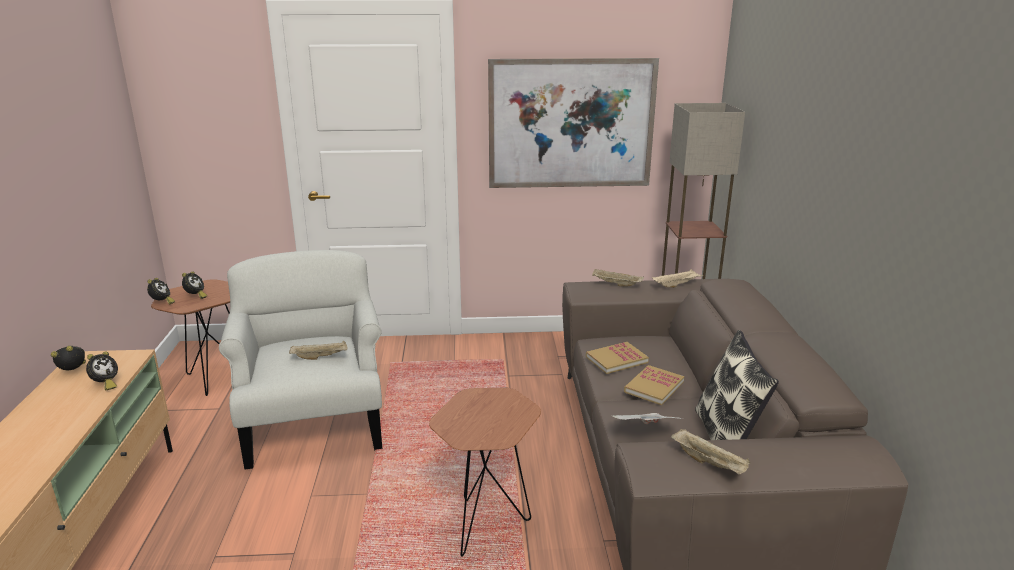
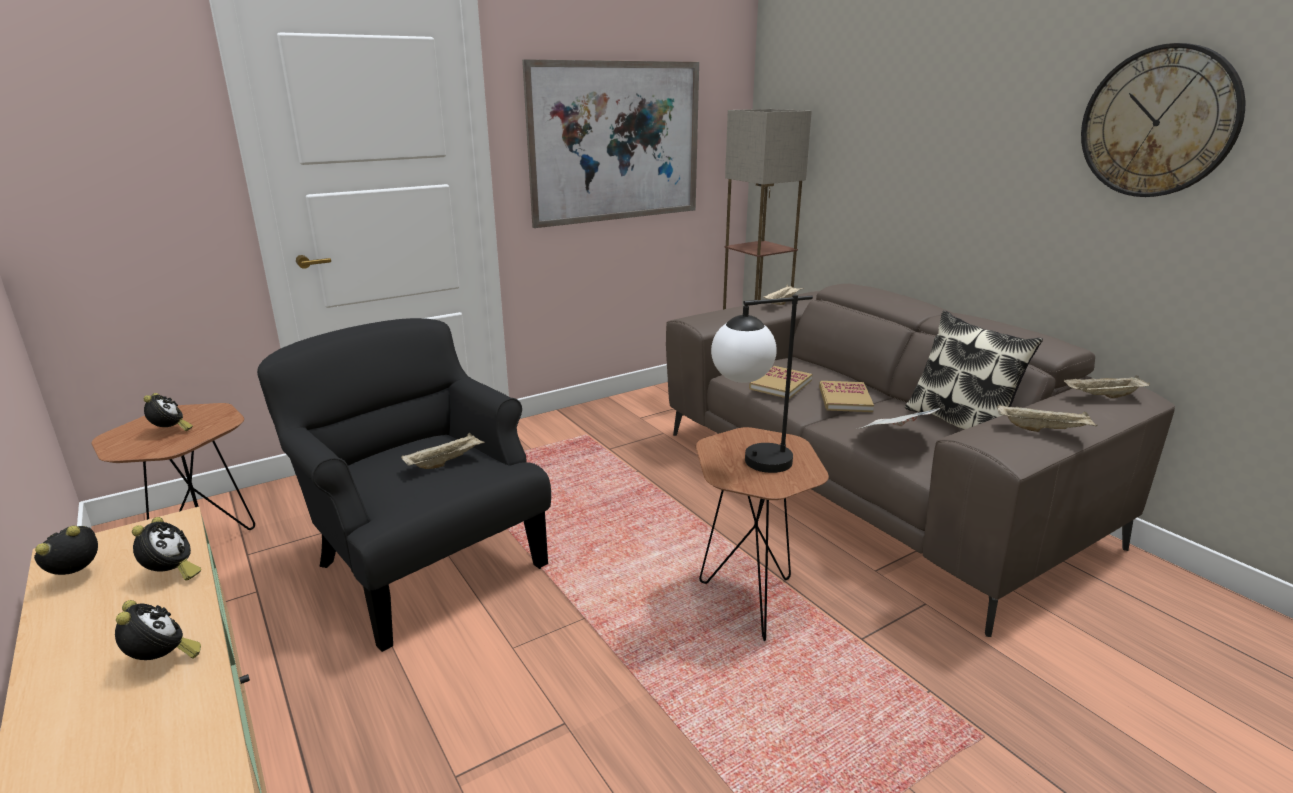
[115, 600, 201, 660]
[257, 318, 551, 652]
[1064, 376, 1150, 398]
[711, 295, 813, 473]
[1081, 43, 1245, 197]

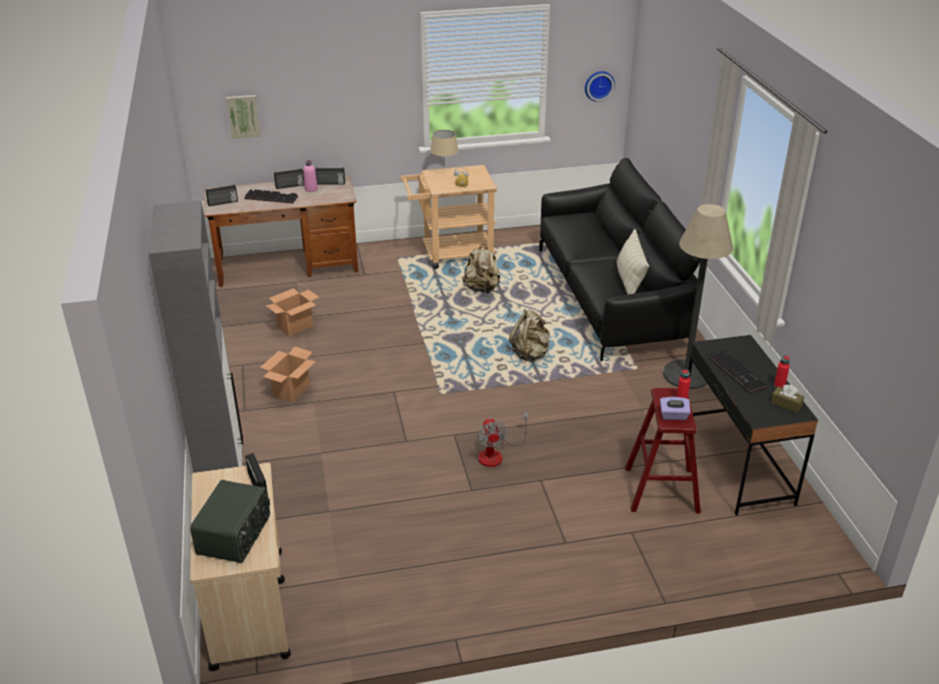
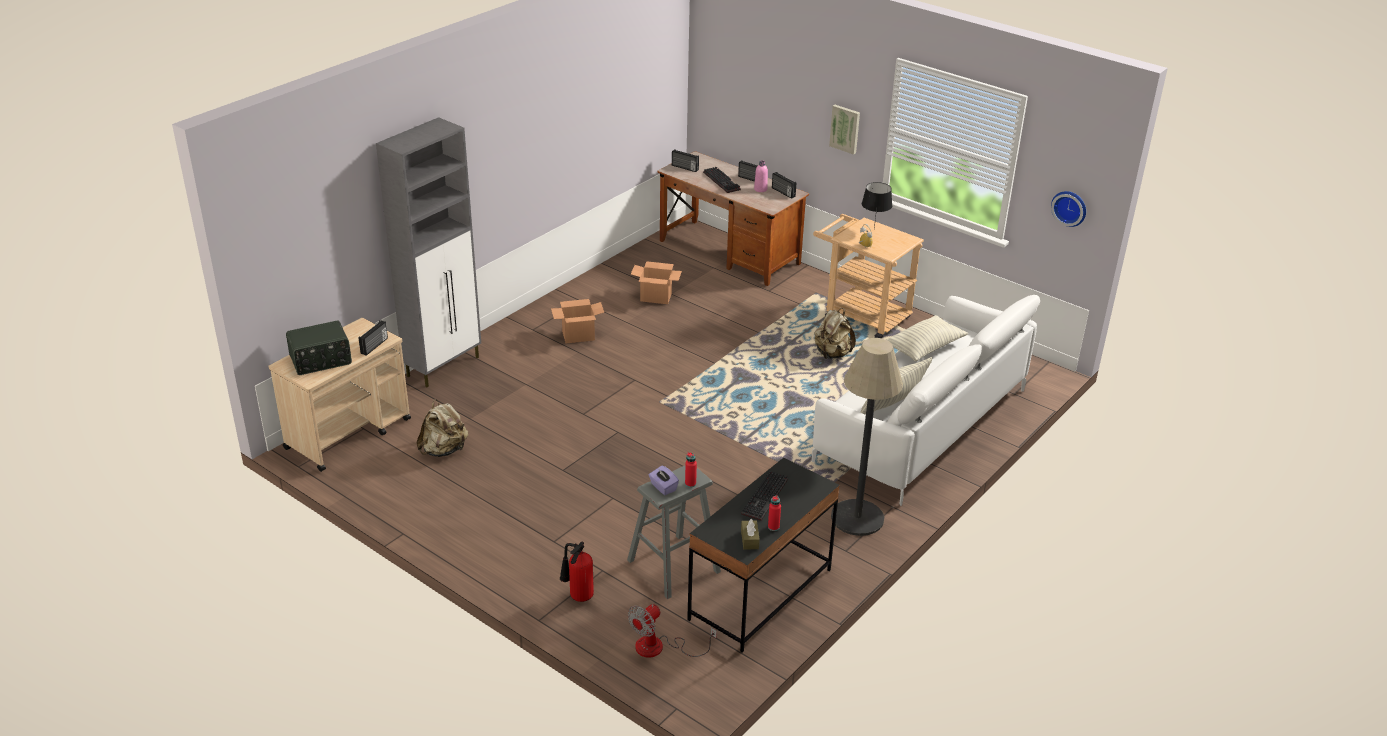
[829, 105, 860, 155]
[862, 182, 892, 229]
[628, 604, 717, 658]
[416, 399, 468, 457]
[812, 295, 1040, 506]
[627, 466, 721, 599]
[560, 542, 594, 602]
[886, 315, 968, 361]

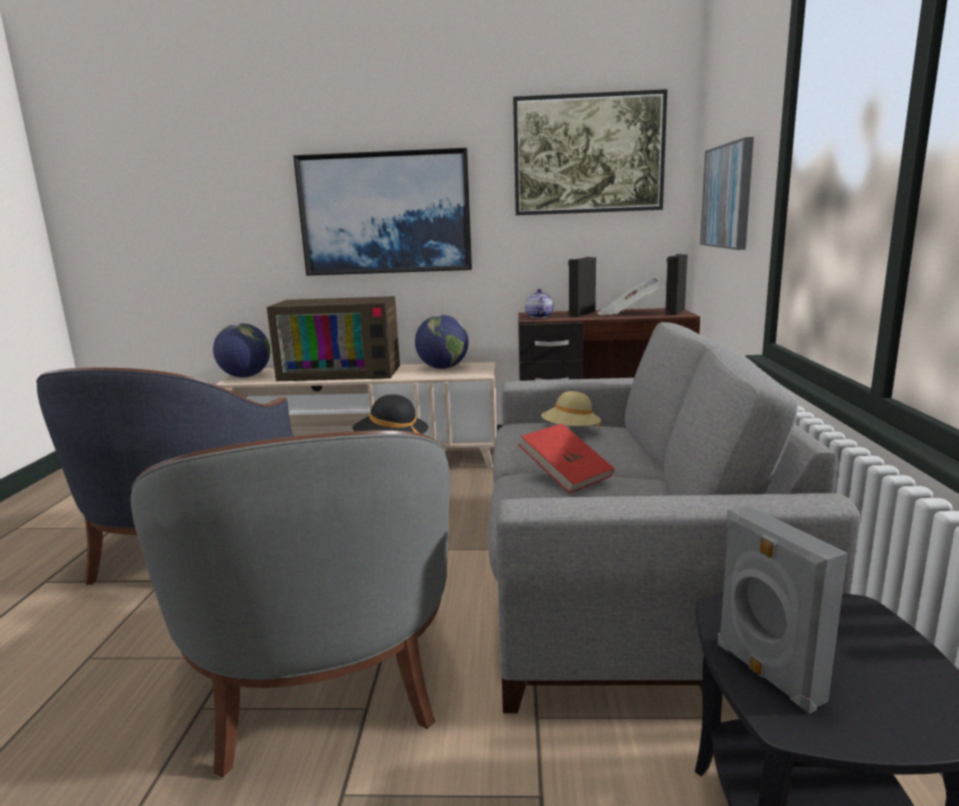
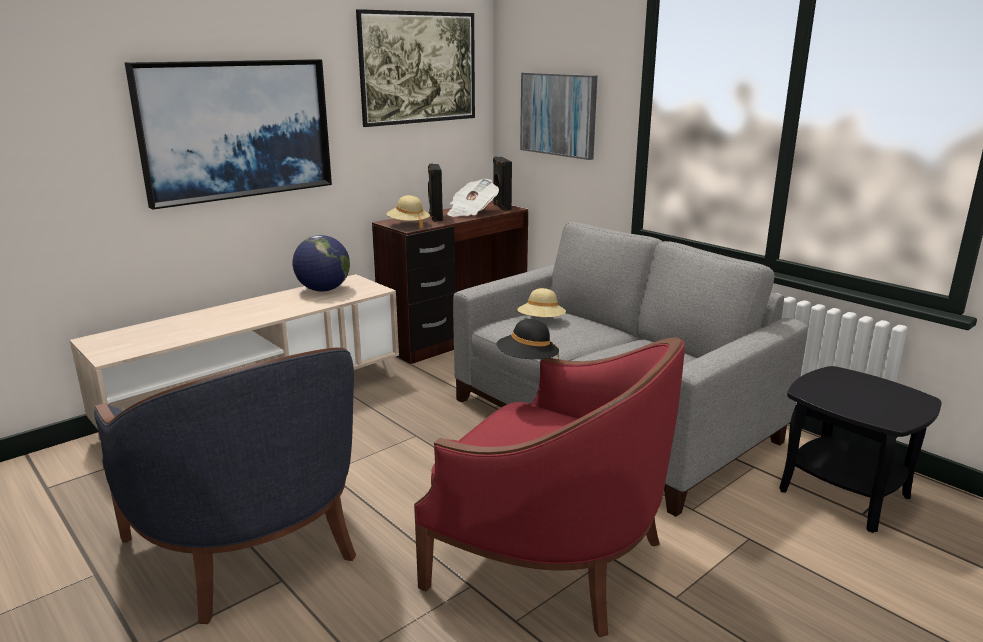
[414, 337, 685, 637]
[213, 323, 270, 377] (first image)
[267, 296, 400, 381] (first image)
[518, 423, 614, 494] (first image)
[387, 195, 430, 229]
[718, 506, 848, 714] (first image)

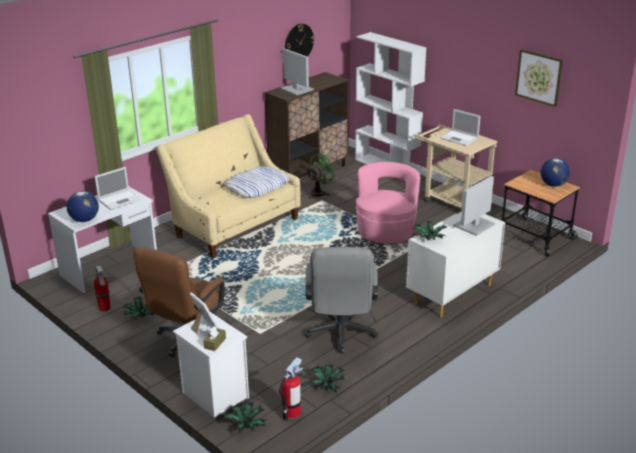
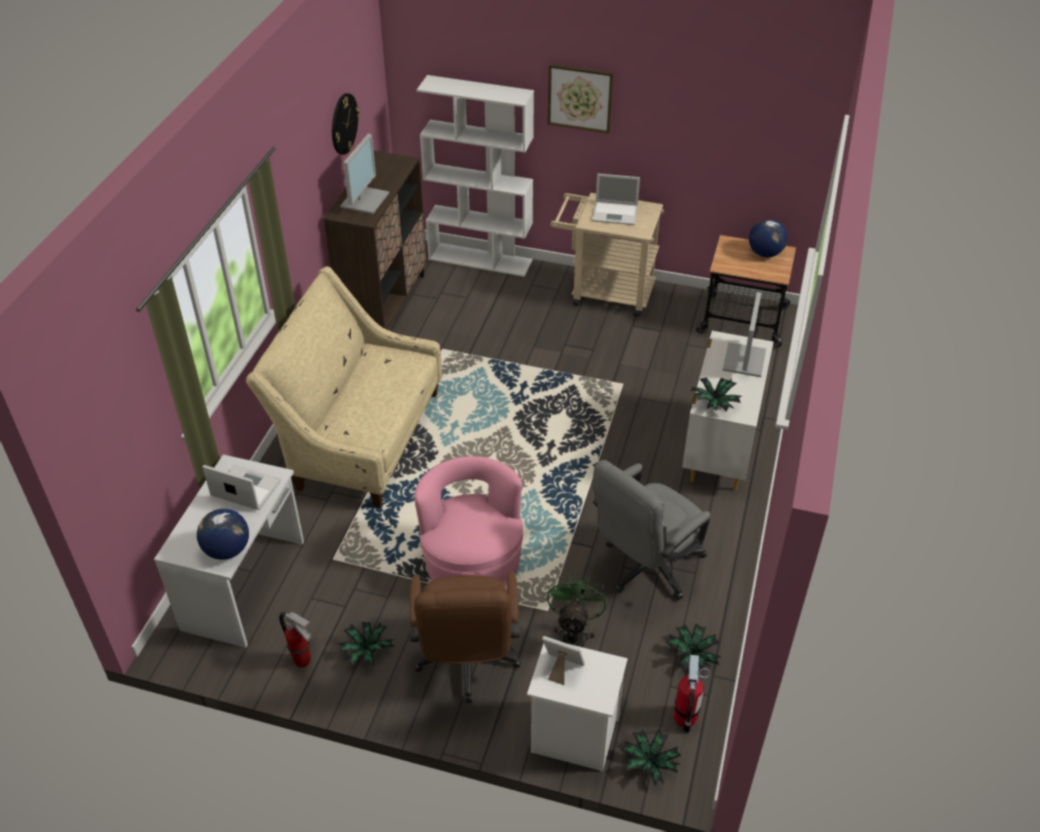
[203, 465, 281, 510]
[203, 326, 226, 351] (first image)
[225, 167, 289, 198] (first image)
[341, 134, 389, 214]
[593, 460, 710, 600]
[547, 573, 607, 647]
[414, 456, 523, 587]
[548, 64, 613, 134]

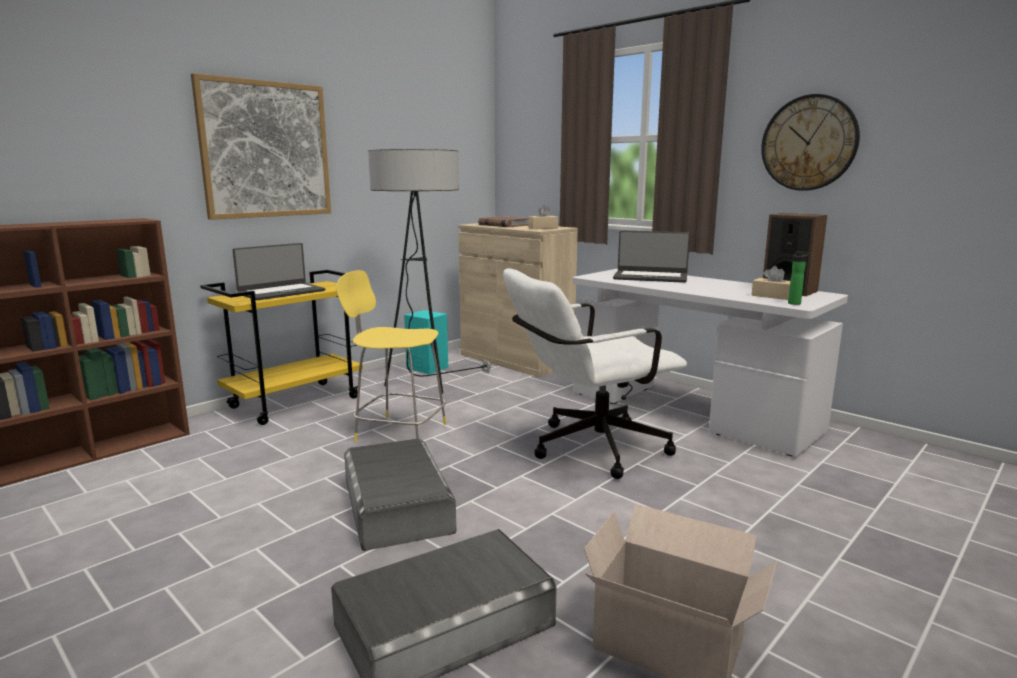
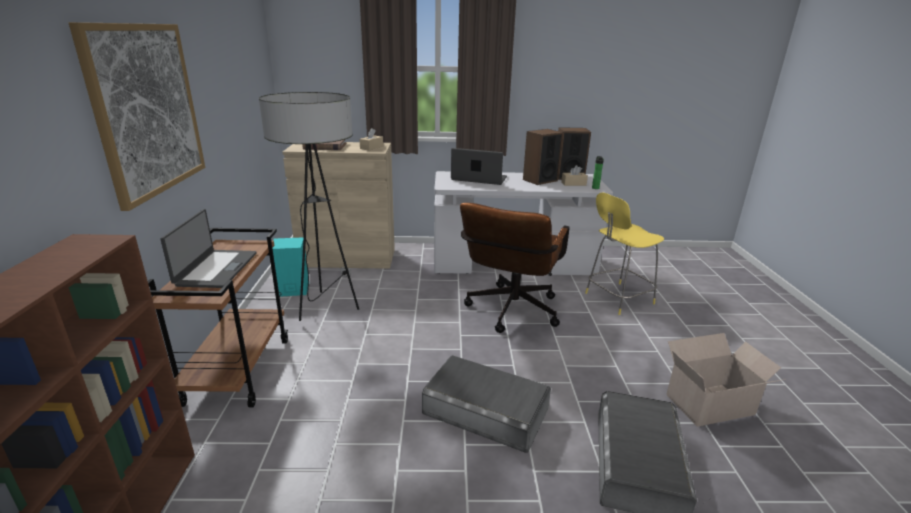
[148, 228, 288, 407]
[585, 192, 664, 315]
[460, 203, 570, 333]
[451, 148, 507, 185]
[761, 94, 860, 191] (first image)
[523, 129, 563, 185]

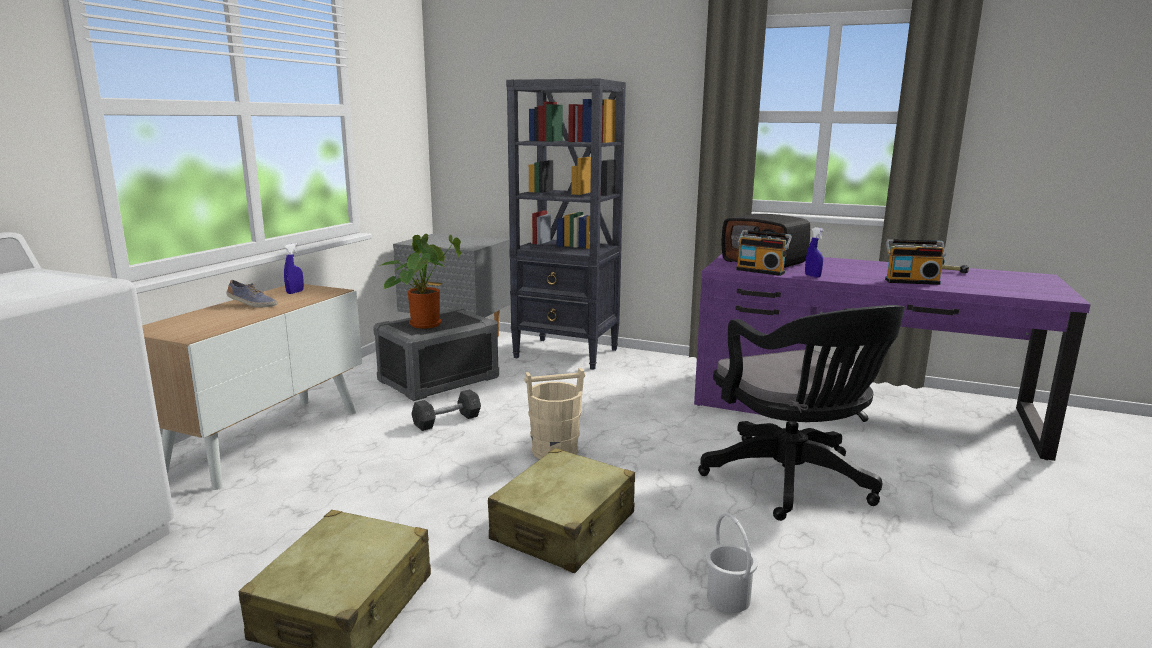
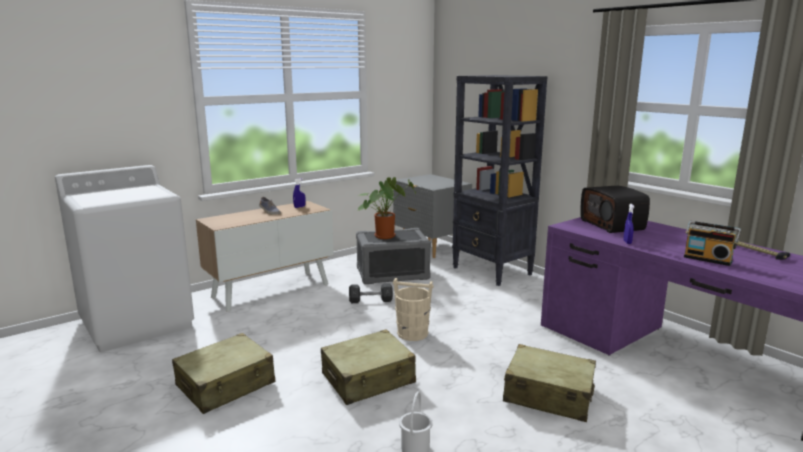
[503, 344, 596, 422]
[736, 230, 792, 276] (first image)

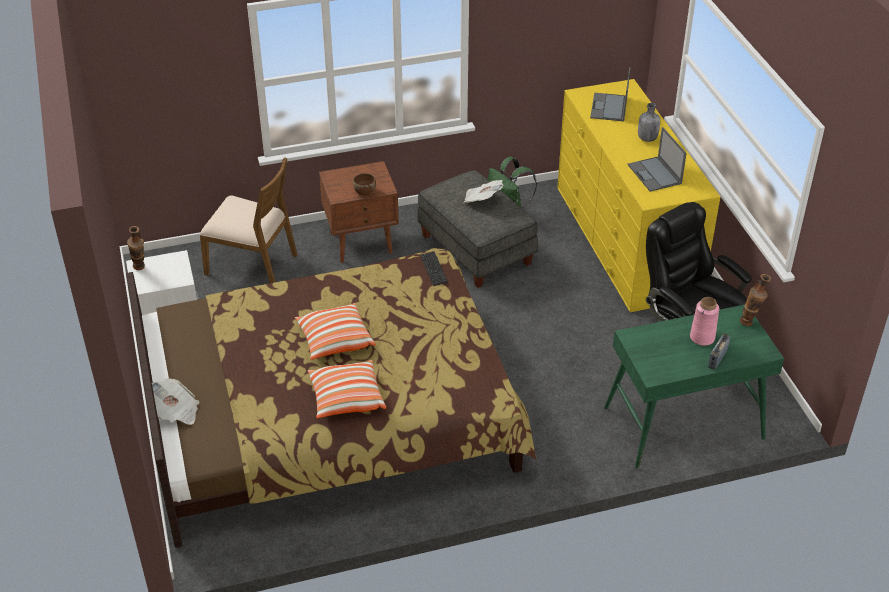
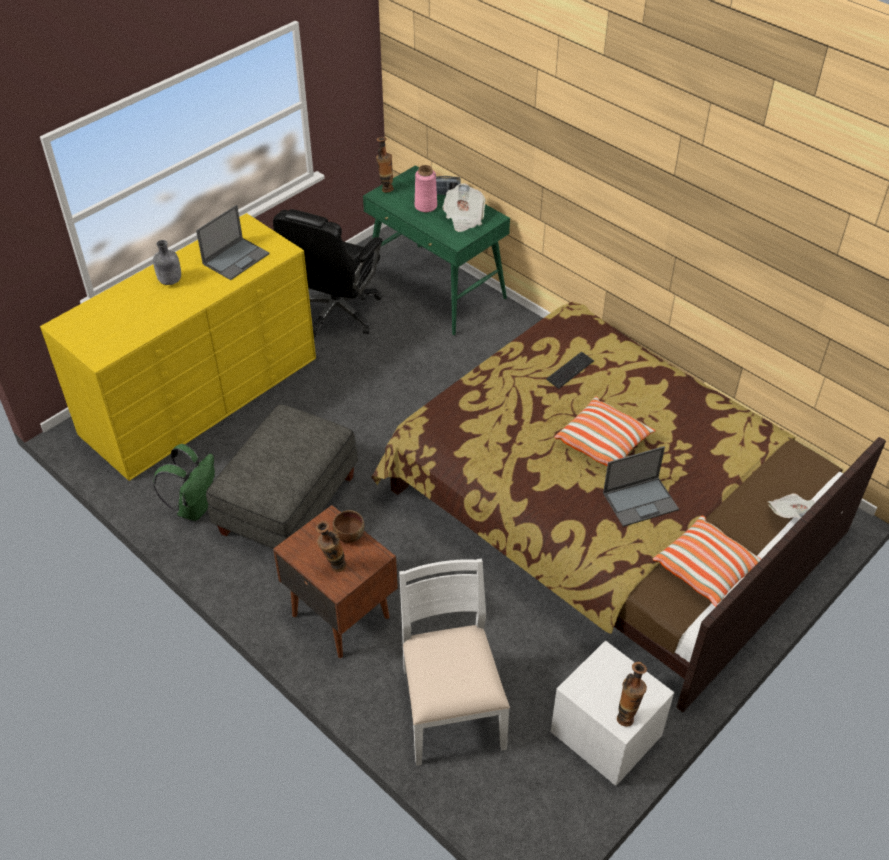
[399, 558, 510, 766]
[653, 515, 761, 607]
[546, 351, 594, 389]
[443, 183, 486, 232]
[603, 446, 679, 527]
[316, 521, 347, 572]

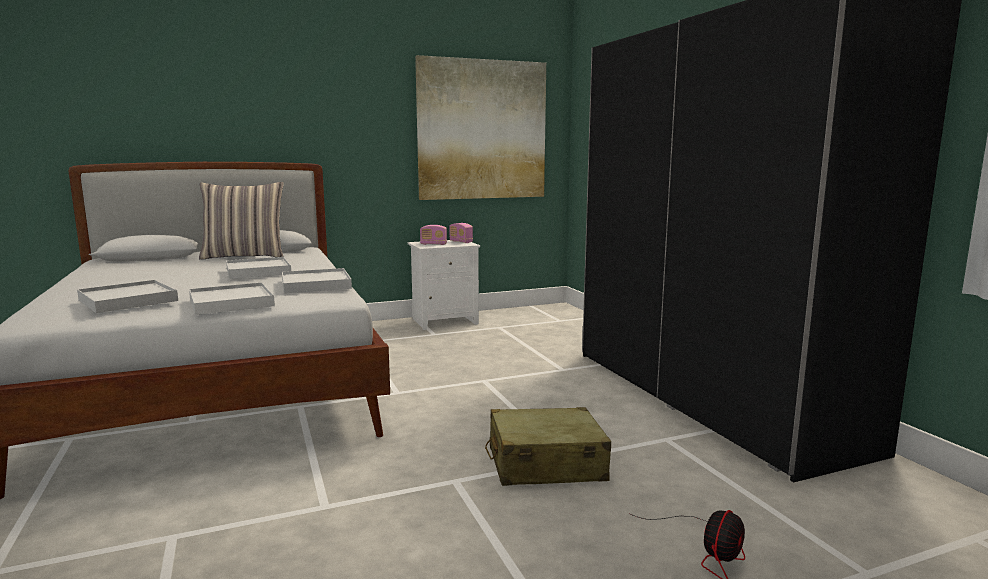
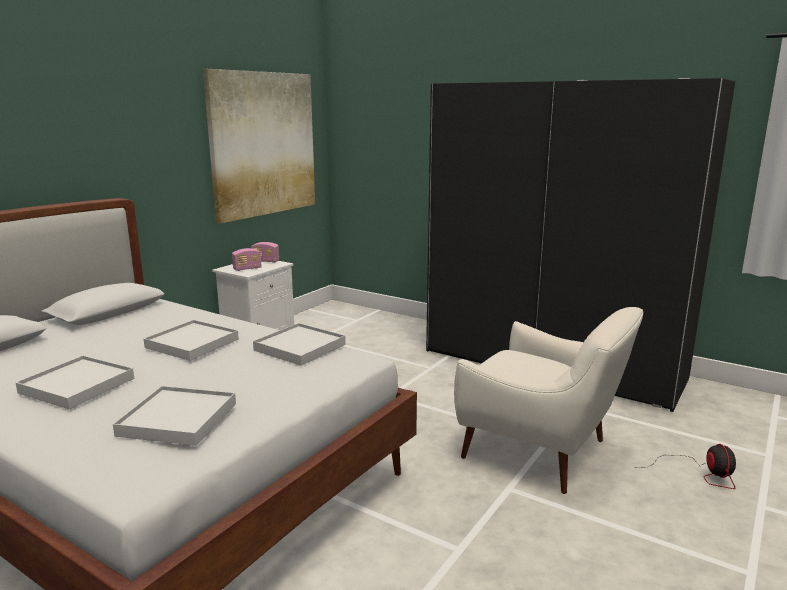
[15, 356, 134, 409]
[199, 182, 284, 260] (first image)
[454, 307, 643, 494]

